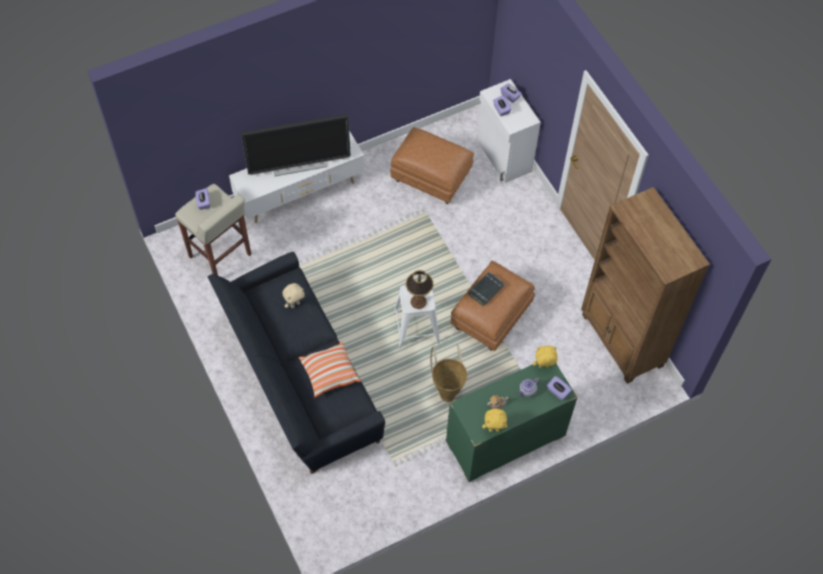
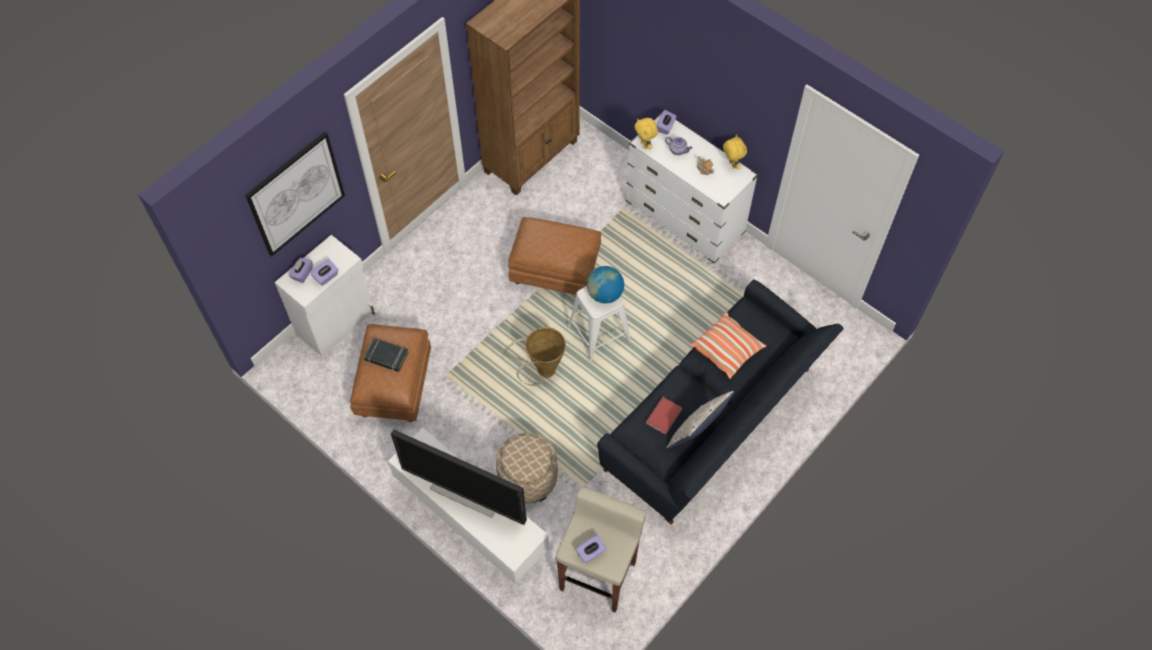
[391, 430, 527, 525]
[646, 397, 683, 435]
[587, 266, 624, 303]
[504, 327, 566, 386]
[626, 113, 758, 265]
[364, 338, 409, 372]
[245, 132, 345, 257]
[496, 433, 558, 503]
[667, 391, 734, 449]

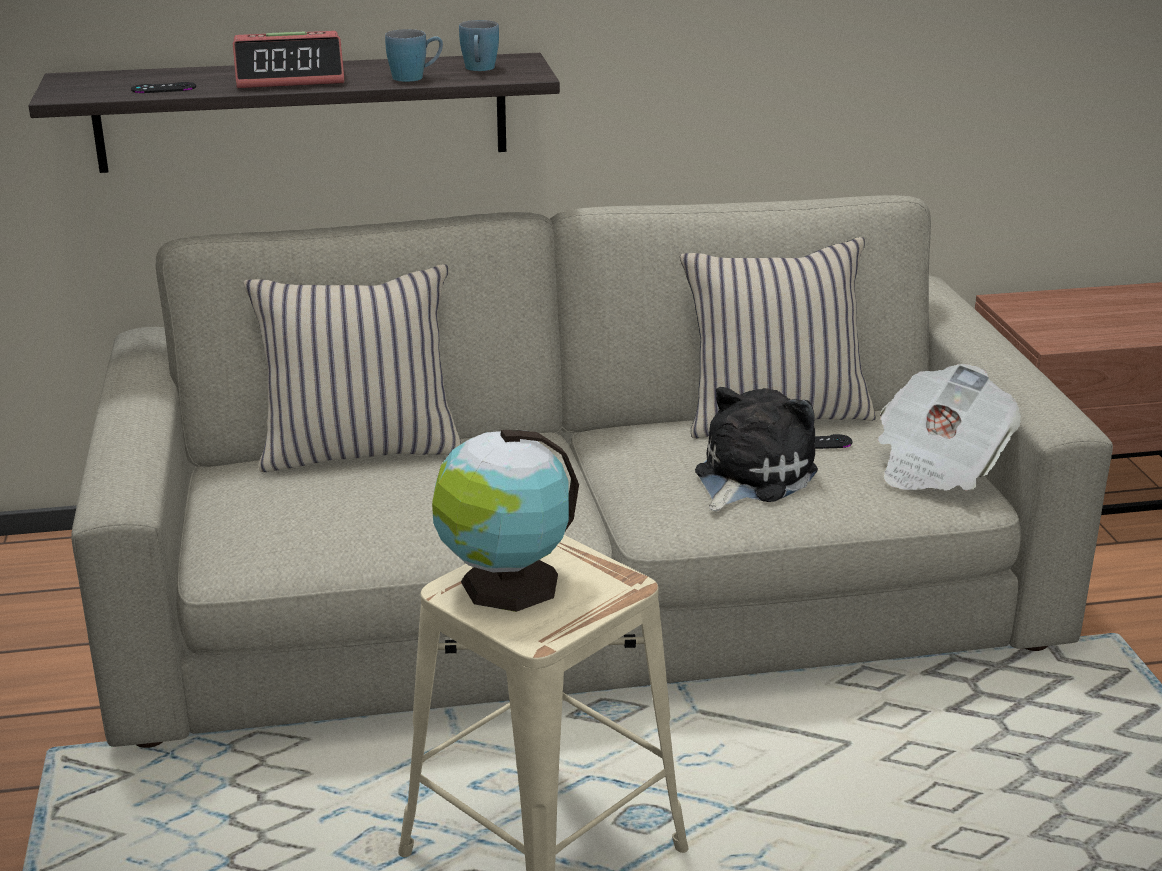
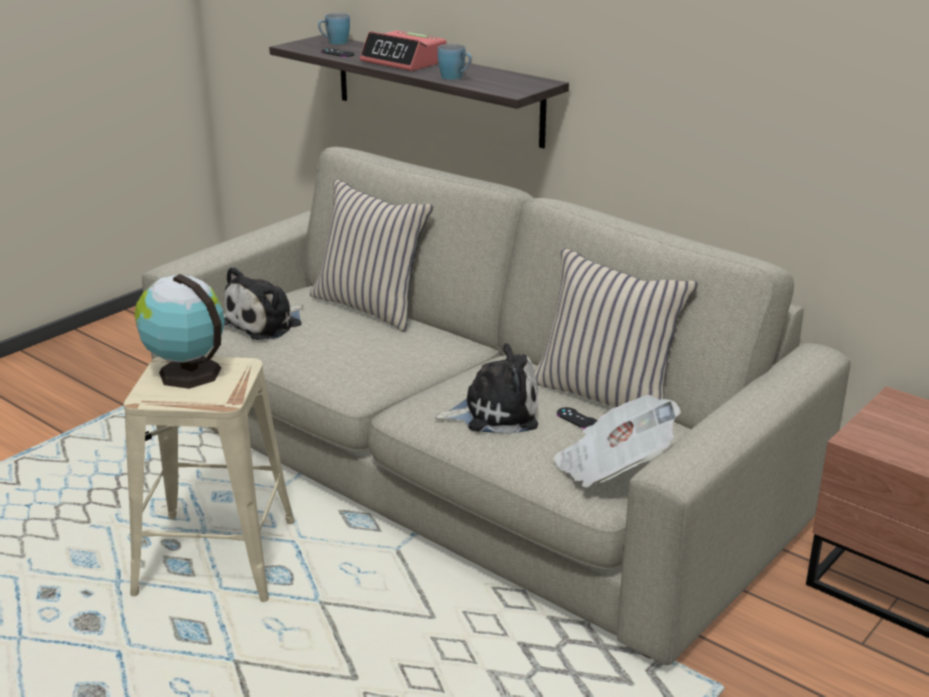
[318, 13, 350, 45]
[224, 267, 304, 340]

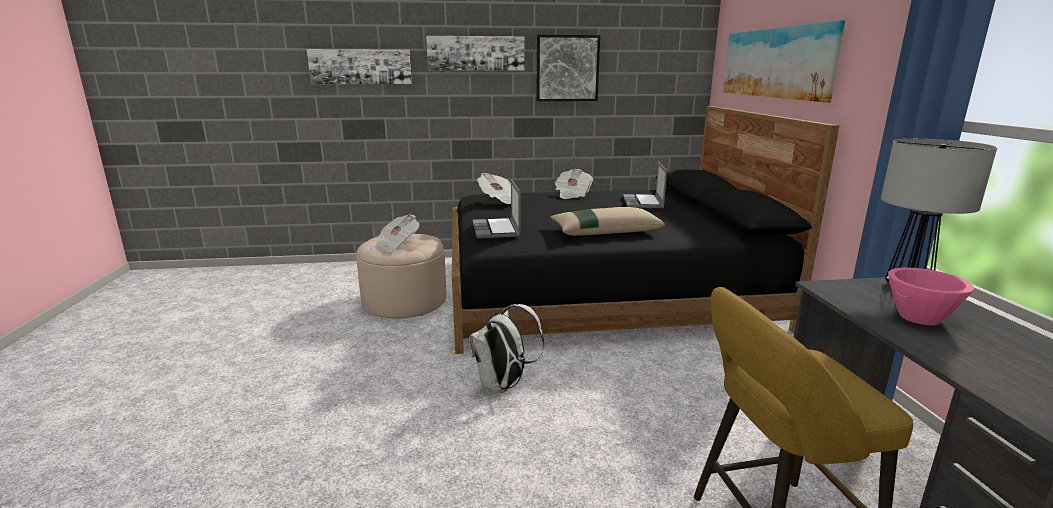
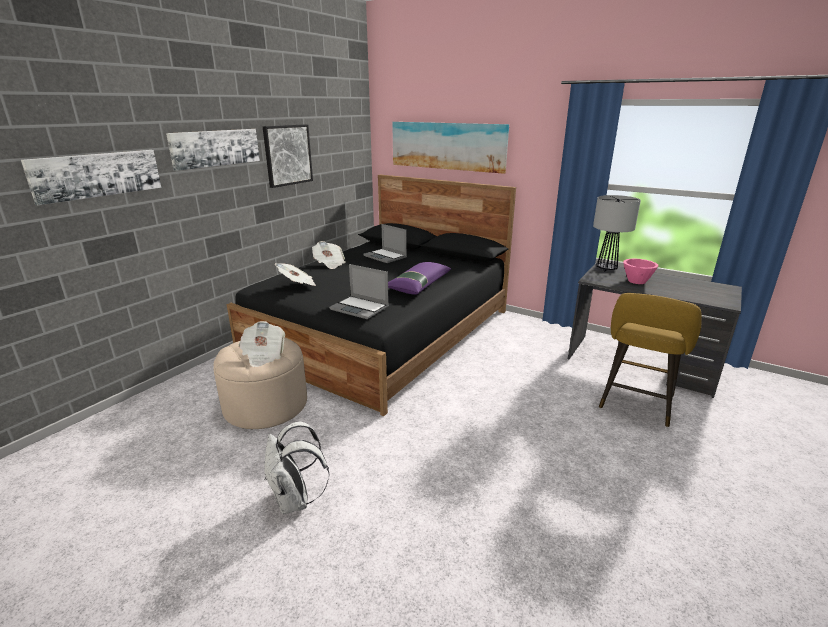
[264, 421, 329, 514]
[388, 262, 451, 295]

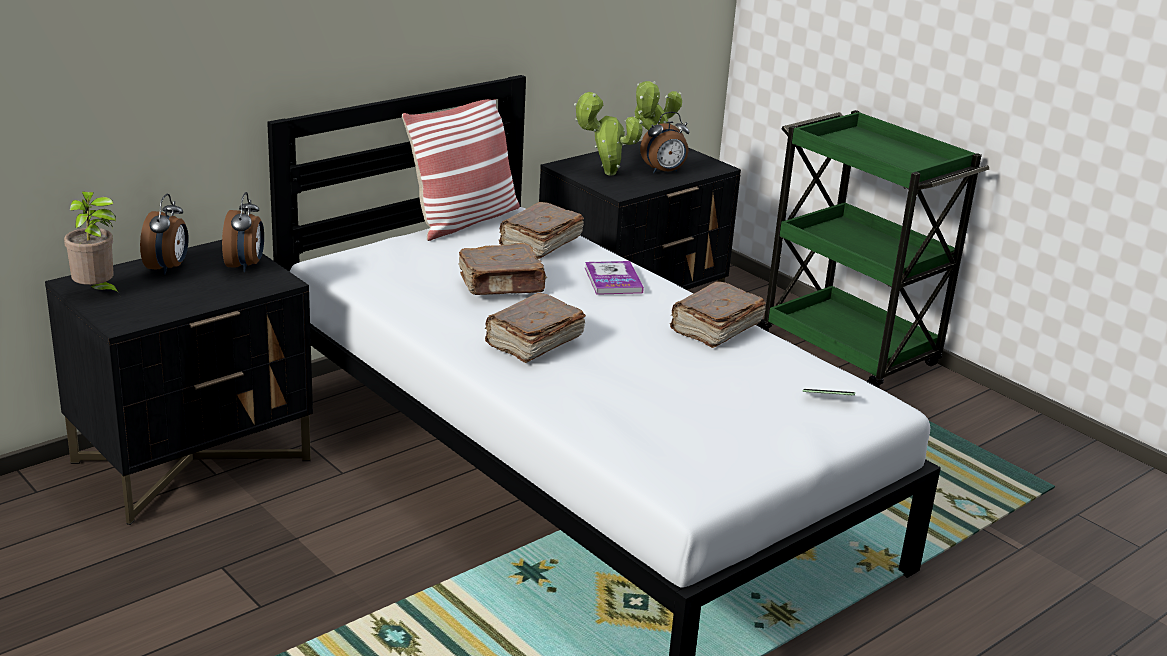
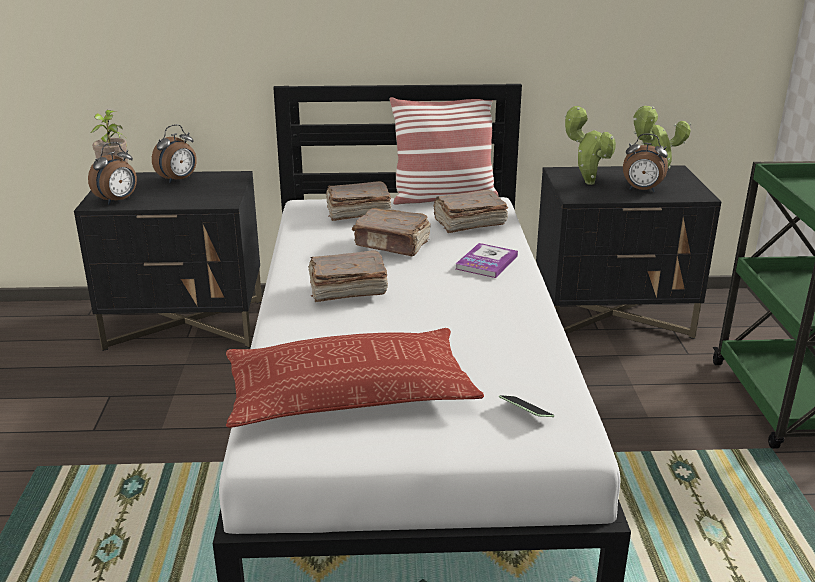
[88, 142, 137, 205]
[325, 181, 392, 221]
[226, 328, 484, 428]

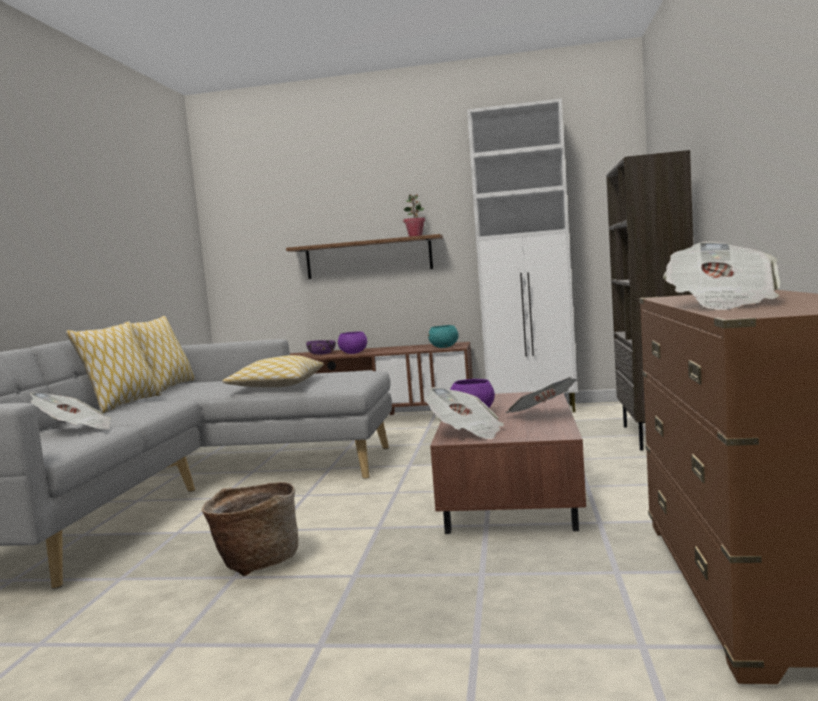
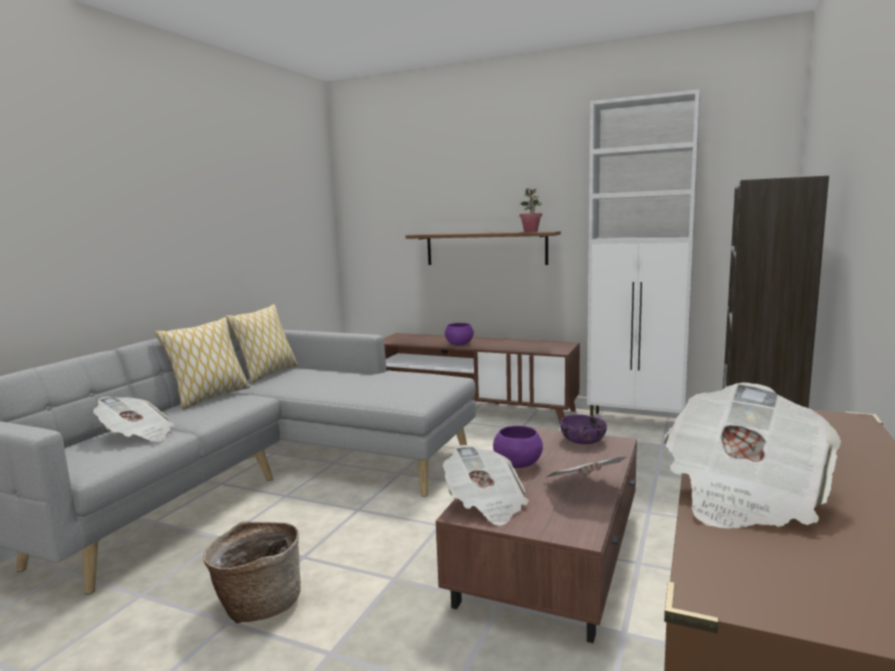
[222, 355, 324, 387] (first image)
[560, 414, 607, 444]
[428, 325, 458, 348] (first image)

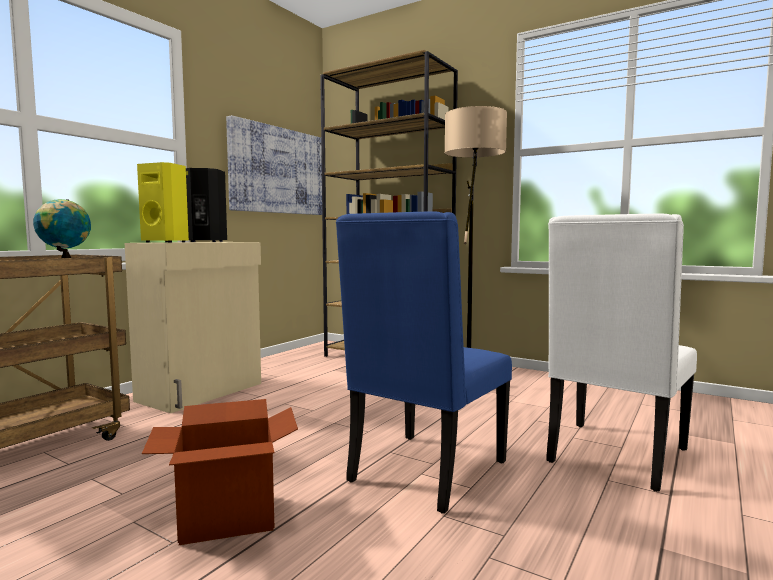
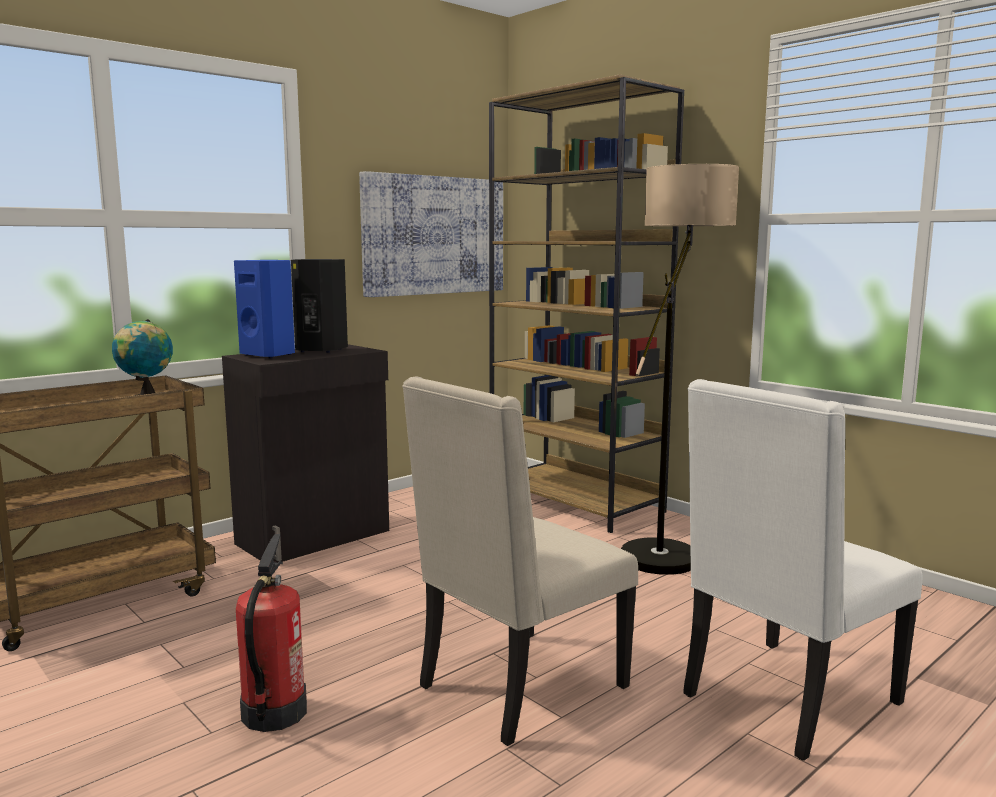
[222, 344, 389, 563]
[234, 260, 295, 359]
[236, 534, 307, 732]
[402, 377, 638, 746]

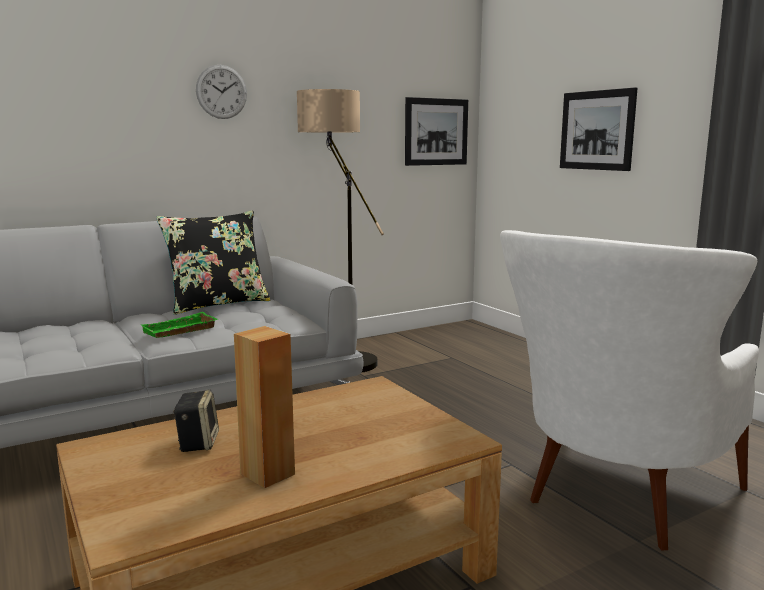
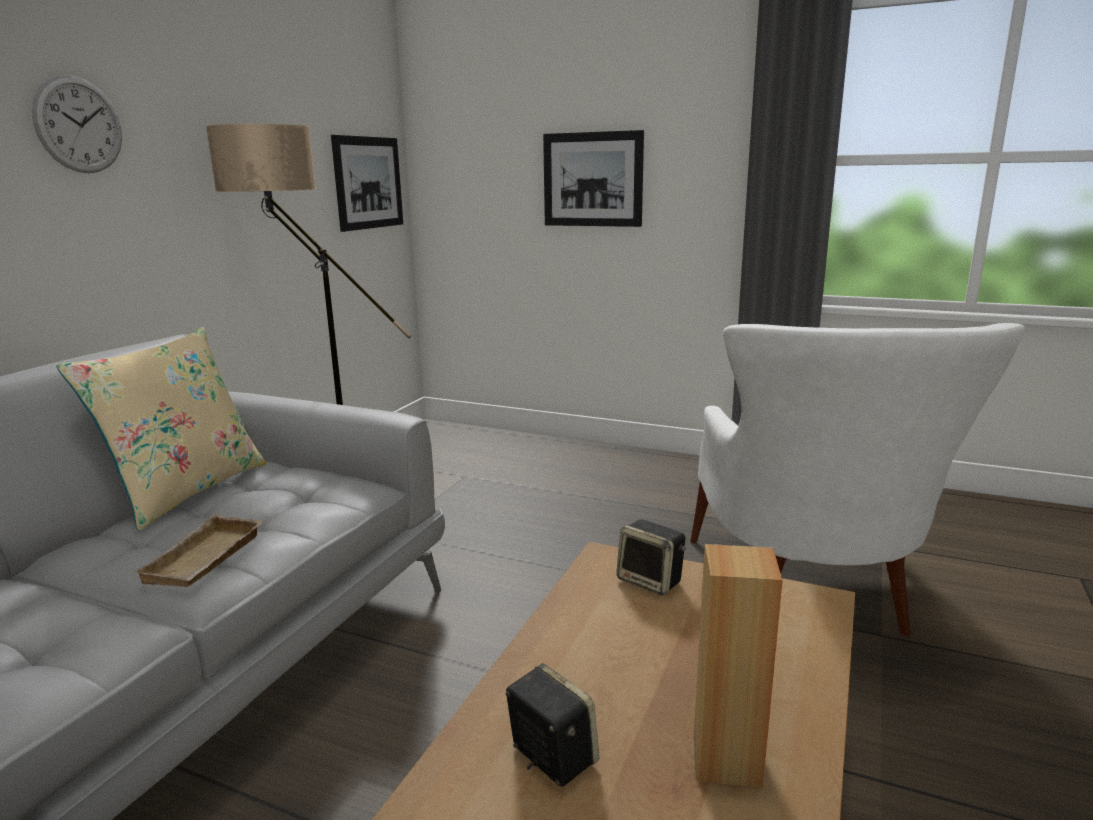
[133, 514, 263, 587]
[56, 327, 266, 531]
[616, 519, 686, 596]

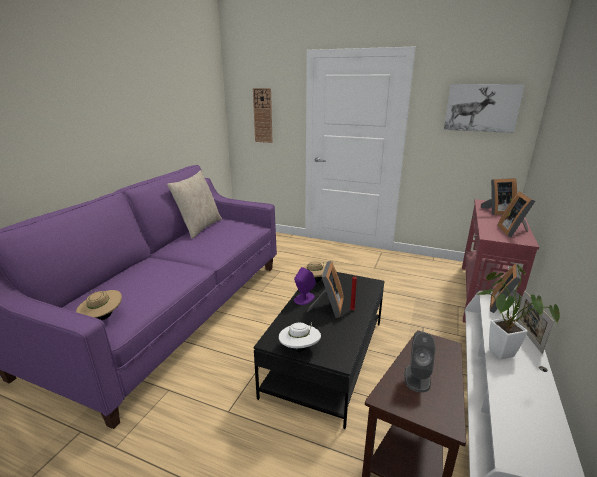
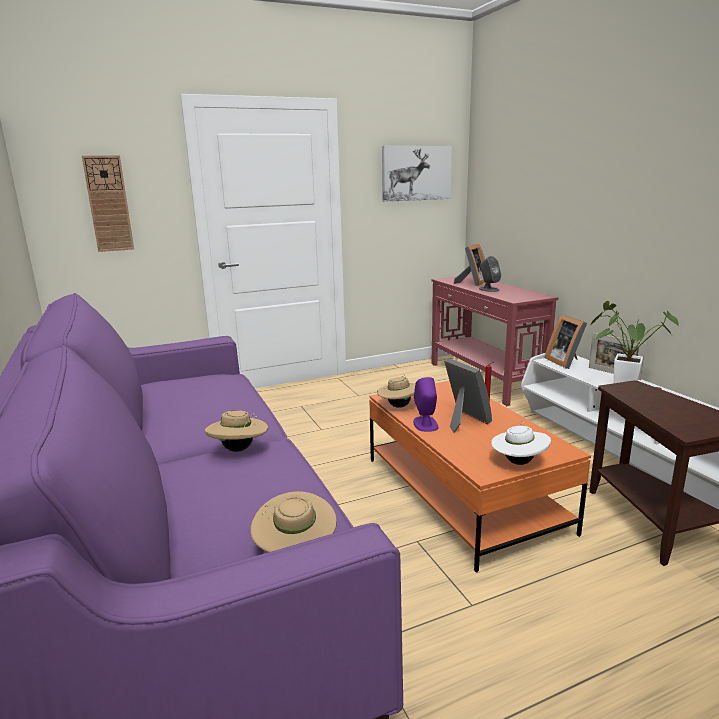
[167, 170, 222, 239] (first image)
[369, 381, 591, 572]
[479, 256, 501, 292]
[497, 191, 535, 237] (first image)
[205, 410, 268, 452]

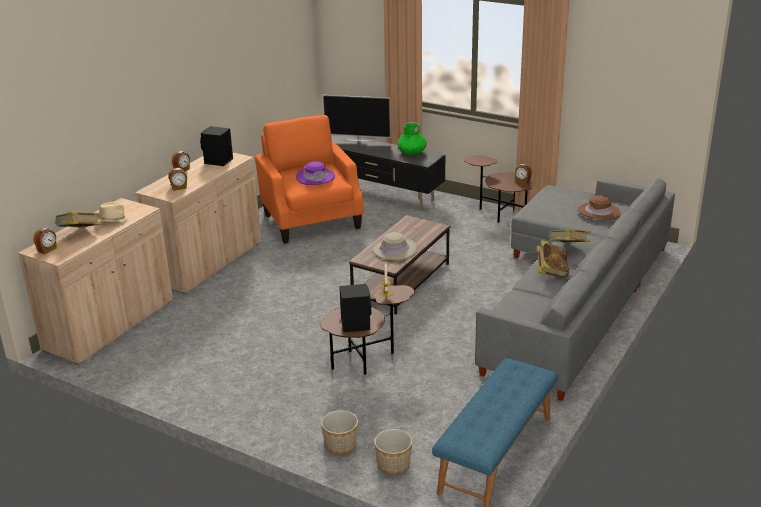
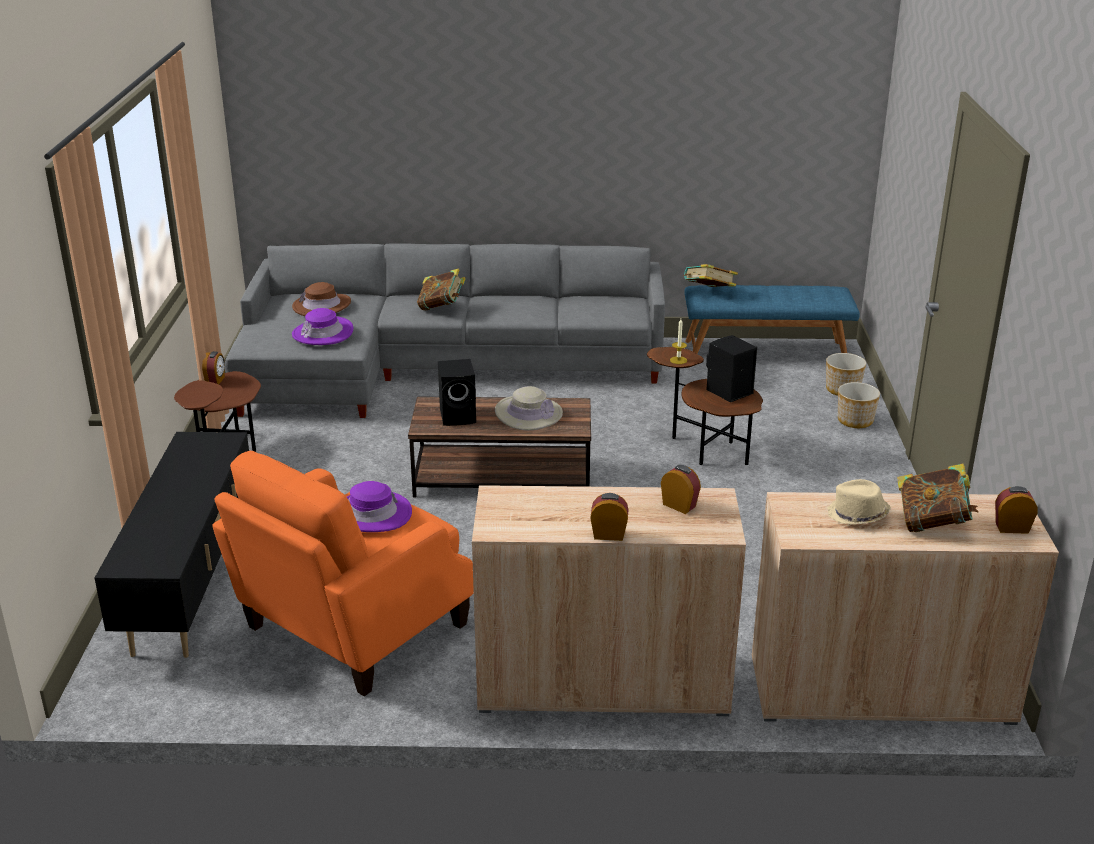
[438, 359, 476, 426]
[322, 95, 391, 142] (first image)
[398, 122, 427, 155] (first image)
[684, 264, 738, 287]
[292, 308, 353, 345]

